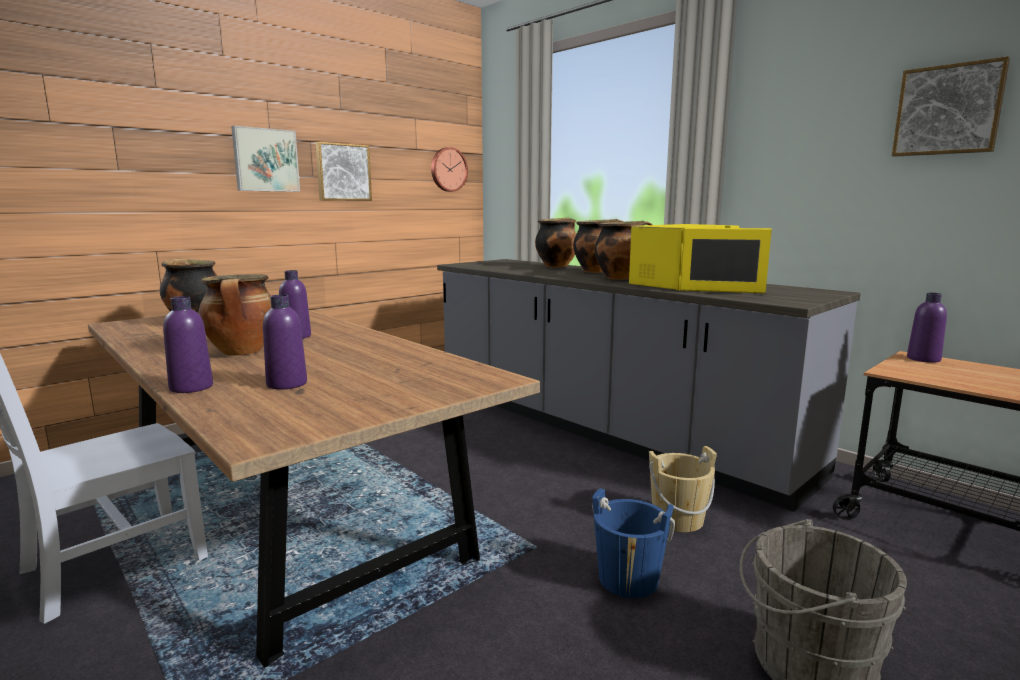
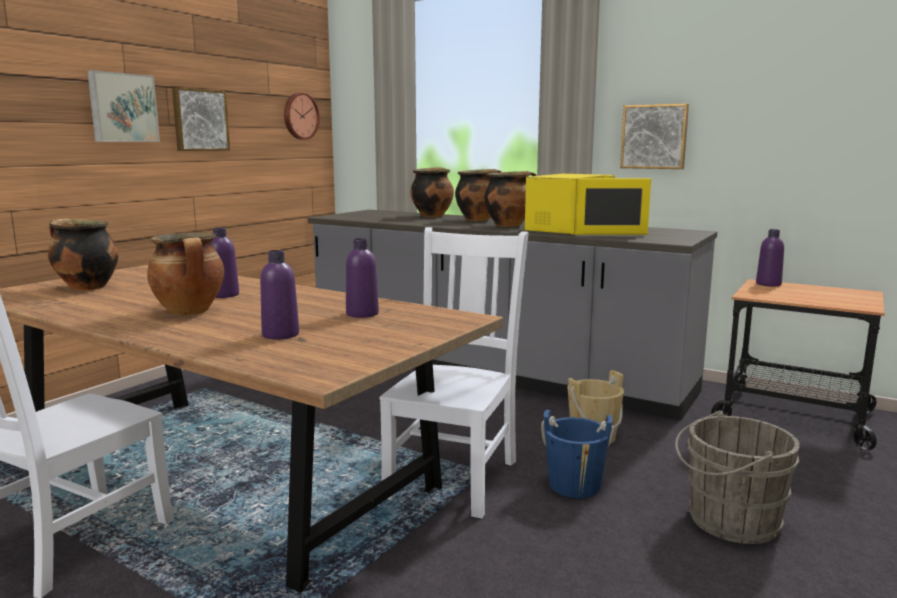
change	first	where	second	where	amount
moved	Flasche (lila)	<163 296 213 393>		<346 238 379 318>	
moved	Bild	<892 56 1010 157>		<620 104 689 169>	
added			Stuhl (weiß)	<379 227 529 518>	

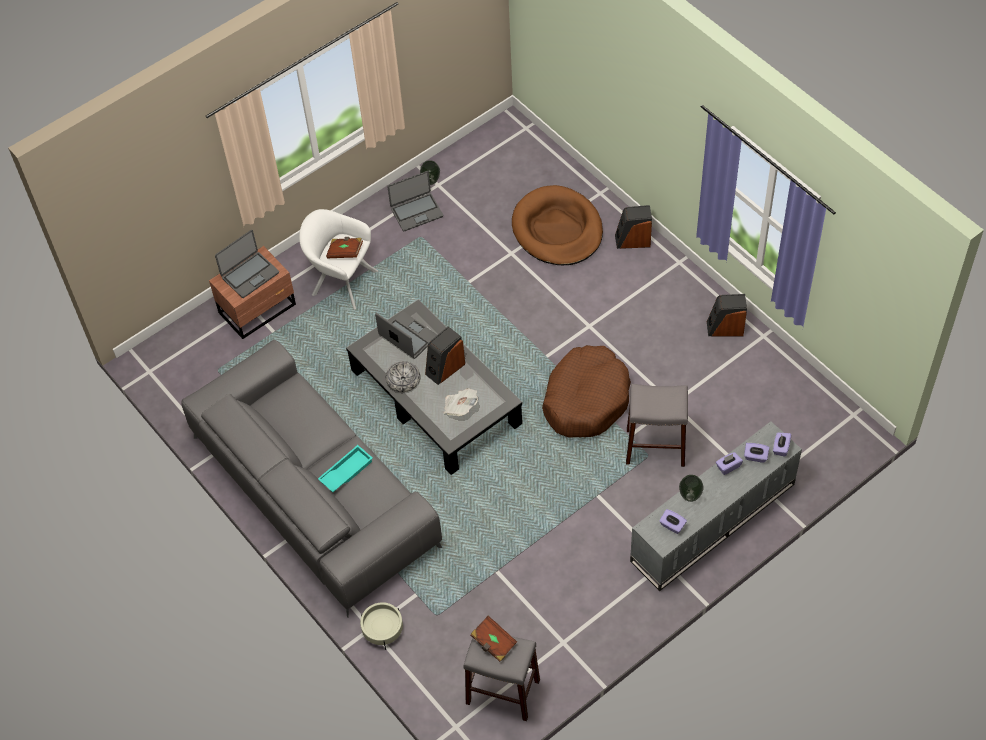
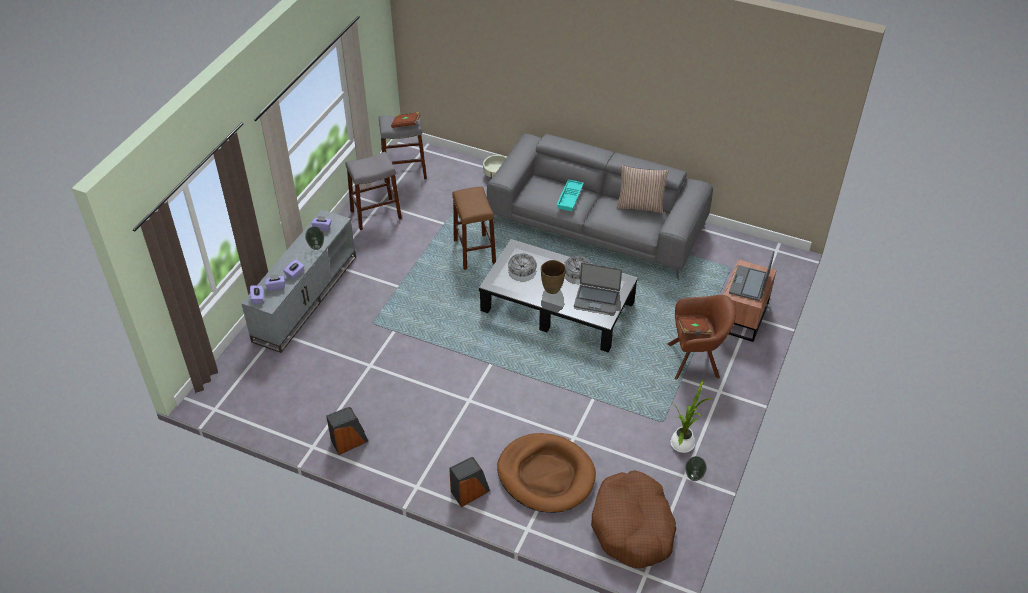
change	first	where	second	where	amount
recoloured	Sessel (weiß)	<299 209 378 309>	Sessel (braun)	<668 295 736 380>	
replaced	Laptop	<387 171 443 231>	Topfpflanze	<671 380 713 453>	
replaced	Lautsprecher	<425 326 465 385>	Vase (braun)	<541 260 566 294>	
replaced	Zeitung	<444 388 478 416>	Schüssel	<508 253 537 277>	
moved	Hundebett (braun)	<542 345 631 438>		<591 470 676 569>	
moved	Hocker (grau)	<626 384 688 467>		<345 152 402 230>	
added			Hocker (braun)	<452 186 496 270>	
added			Kissen	<616 165 669 214>	

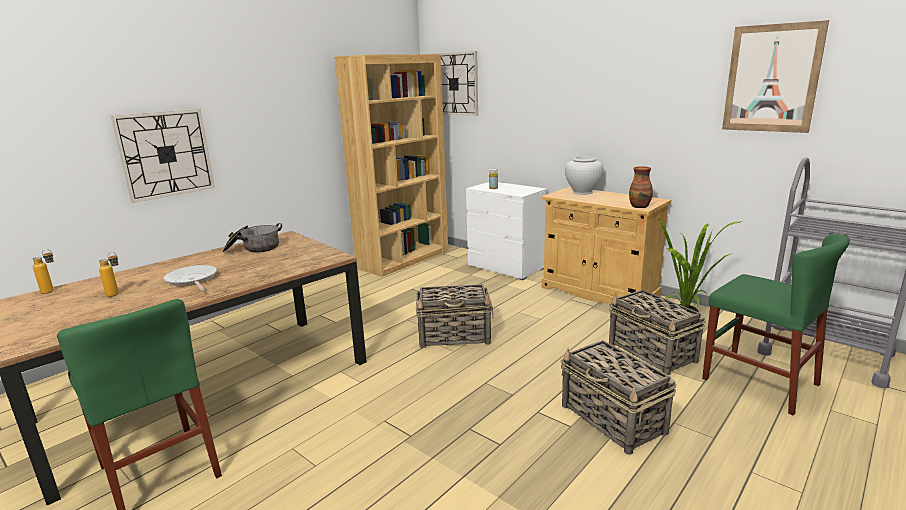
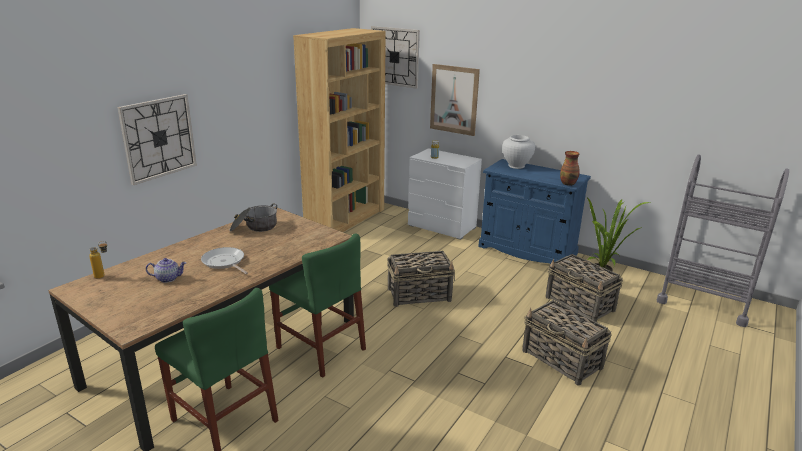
change	first	where	second	where	amount
replaced	Flasche	<99 252 119 297>	Teekanne	<146 258 186 283>	
recoloured	Schrank (beige)	<541 187 671 304>	Schrank (blau)	<478 159 591 264>	
moved	Stuhl (grün)	<702 234 850 415>		<269 233 366 378>	
moved	Bild	<722 20 829 133>		<430 64 480 136>	

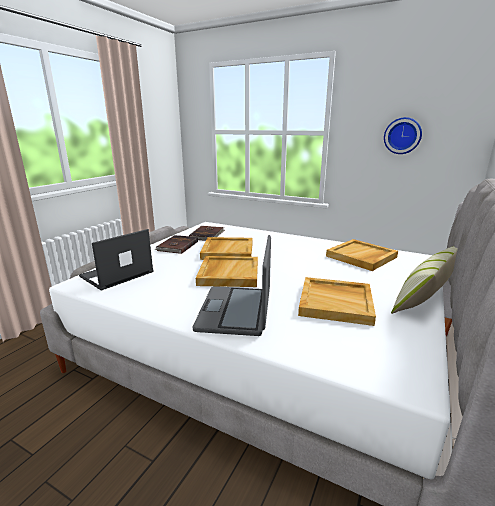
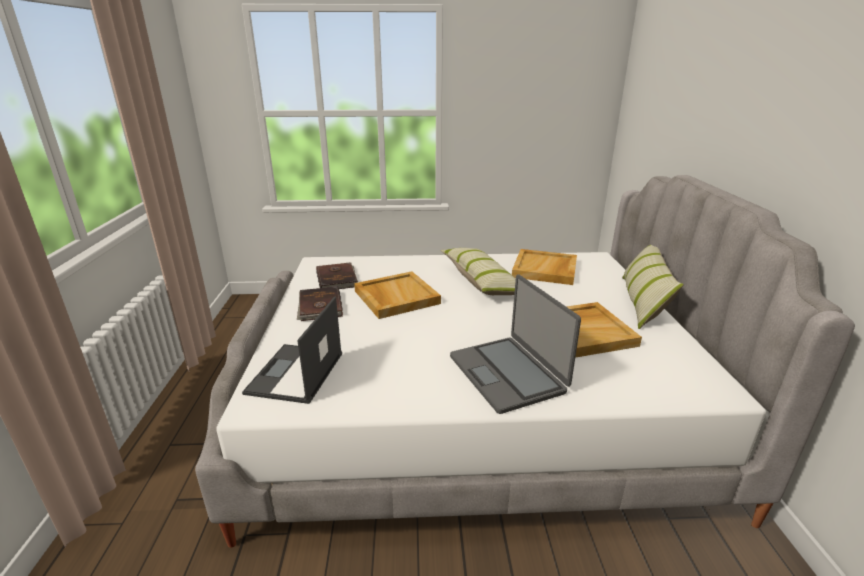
change	first	where	second	where	amount
removed	Tablett (beige)	<196 256 258 287>			
removed	Wanduhr	<384 117 422 154>			
added			Kissen	<441 248 516 295>	

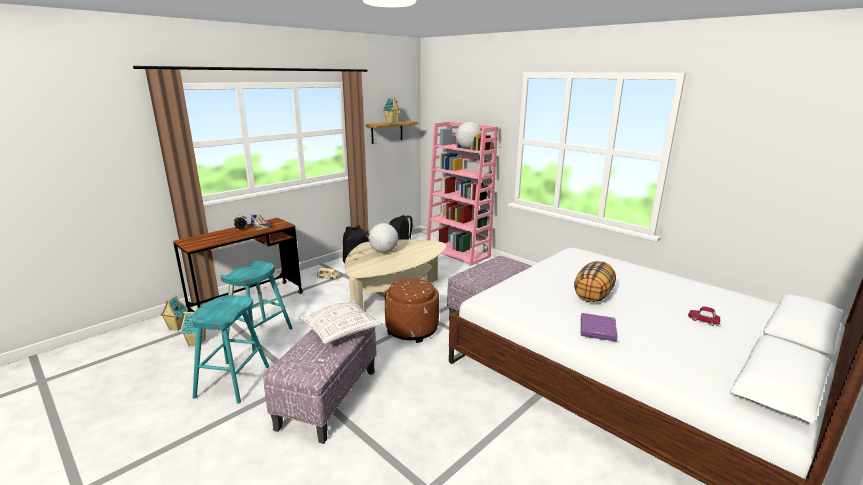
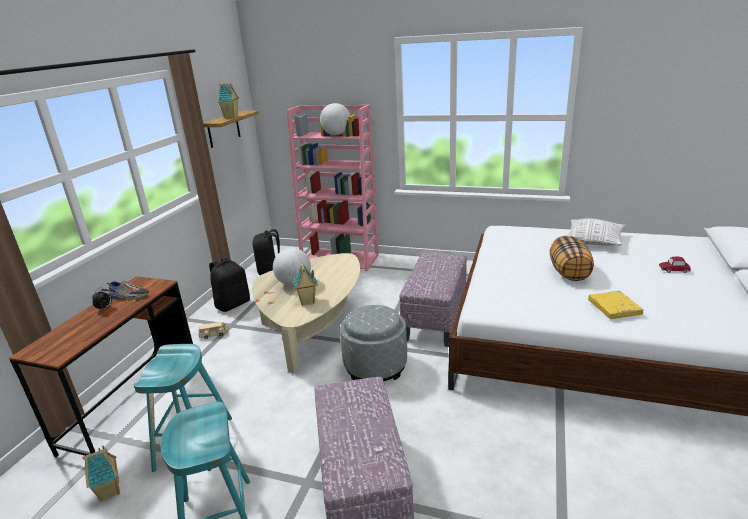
change	first	where	second	where	amount
moved	Spielzeughaus	<160 295 188 331>		<293 263 318 305>	
moved	Kissen	<299 300 383 344>		<567 218 626 245>	
recoloured	Polsterhocker (braun)	<385 278 439 343>	Polsterhocker (grau)	<340 305 407 381>	
recoloured	Buch (lila)	<581 313 618 342>	Buch (gelb)	<588 291 643 319>	

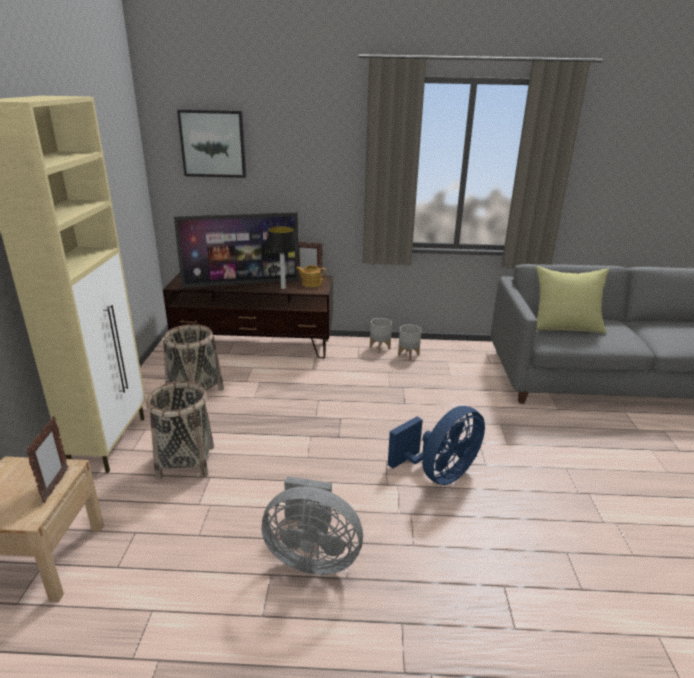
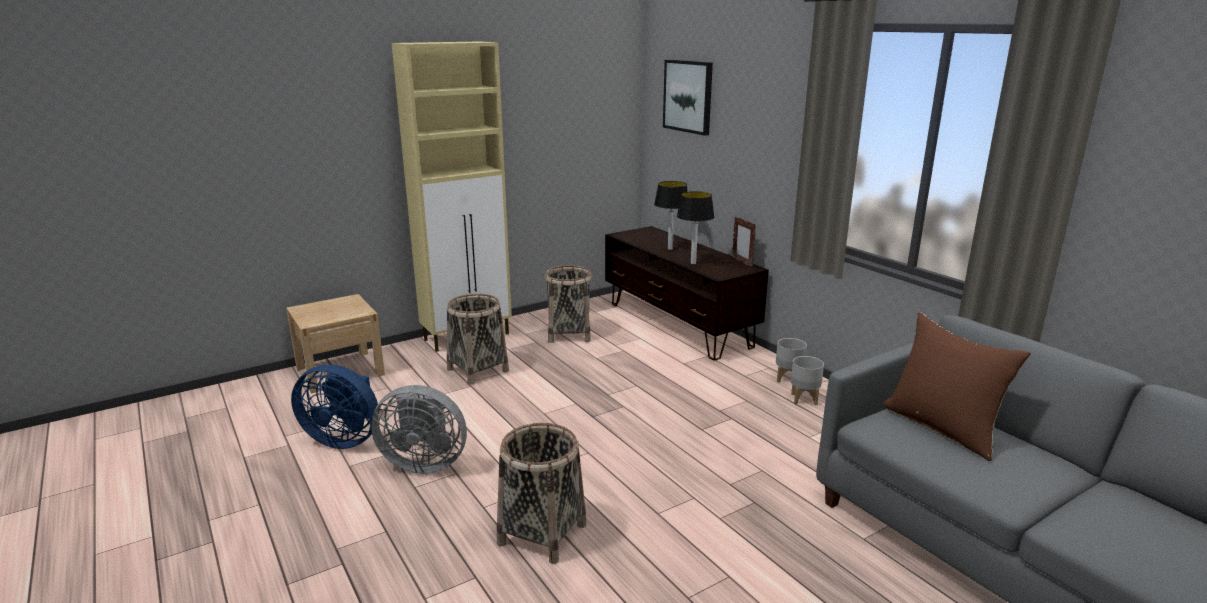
change	first	where	second	where	amount
removed	Bilderrahmen	<26 416 68 503>			
replaced	Fernseher	<174 212 299 288>	Tischlampe	<654 181 688 250>	
turned	Ventilator (grau)	<262 476 363 575>		<371 385 467 474>	60 degrees counterclockwise
removed	Teekanne	<296 265 326 287>			
moved	Ventilator (blau)	<388 406 485 485>		<291 364 378 449>	
recoloured	Kissen (gelb)	<536 266 609 333>	Kissen (braun)	<883 312 1031 461>	
added			Korb	<497 423 586 564>	

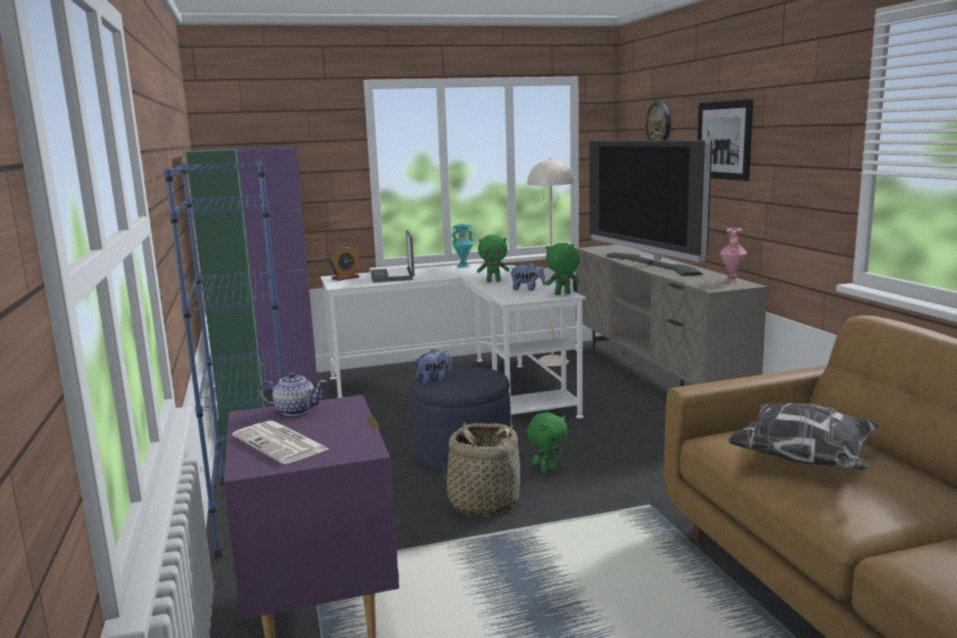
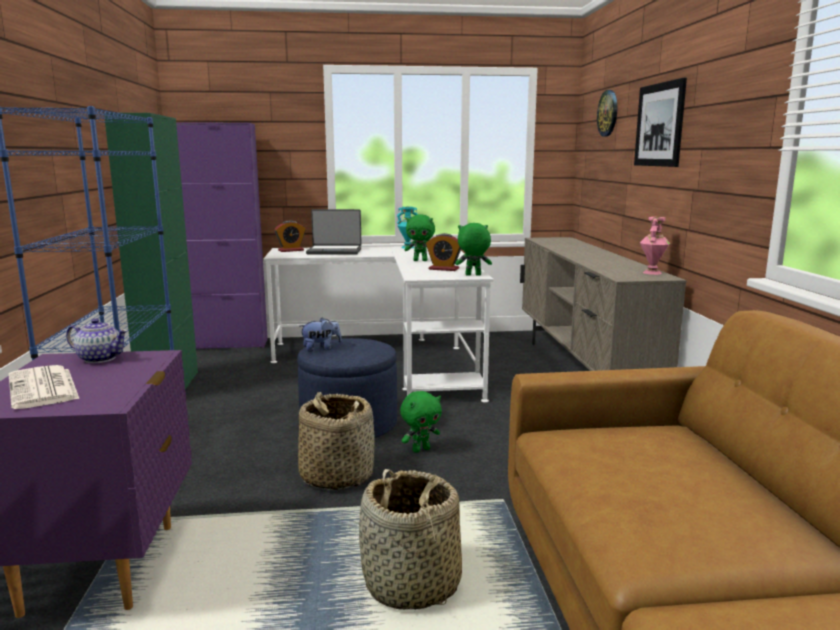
change	first	where	second	where	amount
turned	Laptop	<370 230 415 282>		<306 209 362 255>	90 degrees counterclockwise
replaced	Plüschtier	<509 262 545 291>	Wecker	<426 233 461 271>	
removed	Stehlampe (beige)	<527 158 574 366>			
removed	Fernseher	<589 140 712 276>			
removed	Kissen	<727 403 880 471>			
added			Korb	<359 469 462 610>	

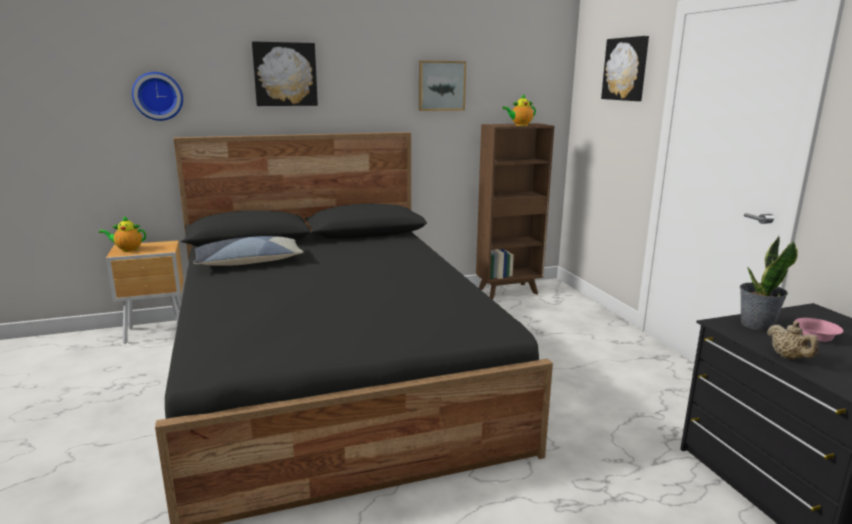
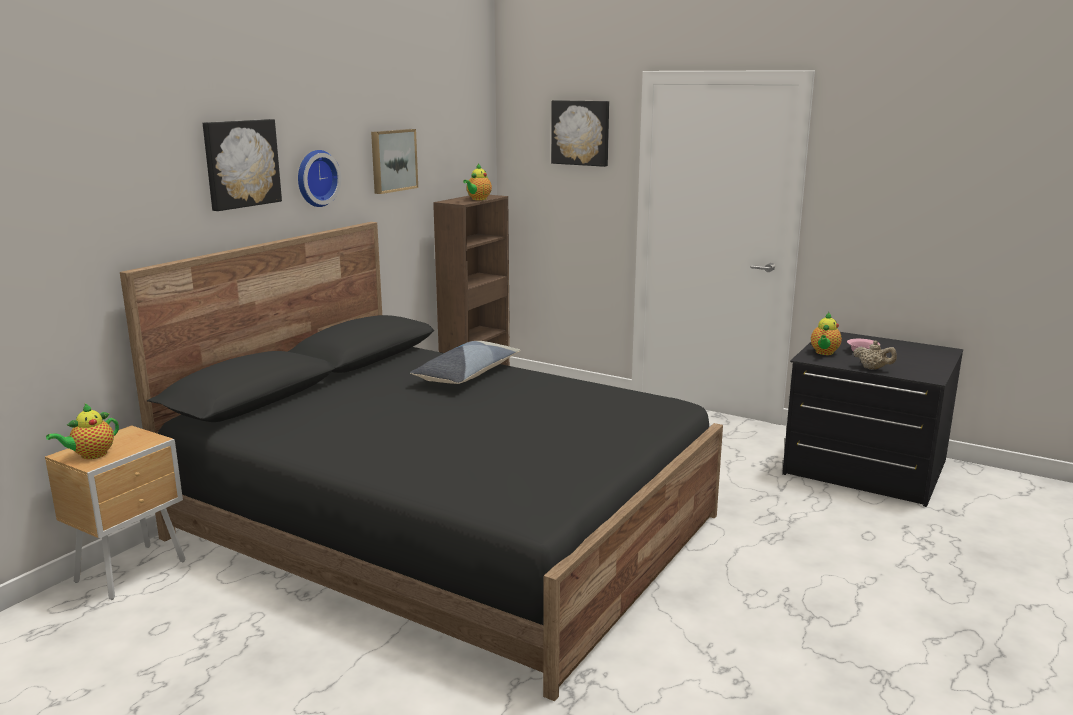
change	first	where	second	where	amount
moved	Wanduhr	<132 72 183 121>		<298 150 341 207>	
moved	Kissen	<194 236 304 266>		<410 341 520 384>	
replaced	Topfpflanze	<740 236 798 331>	Teekanne	<811 312 842 355>	

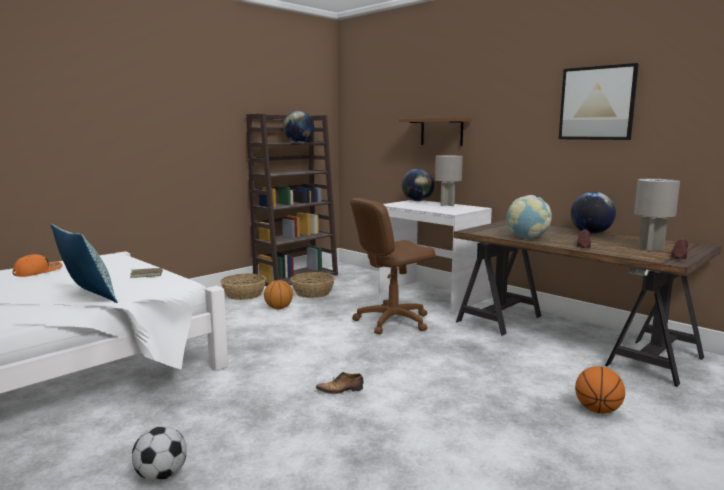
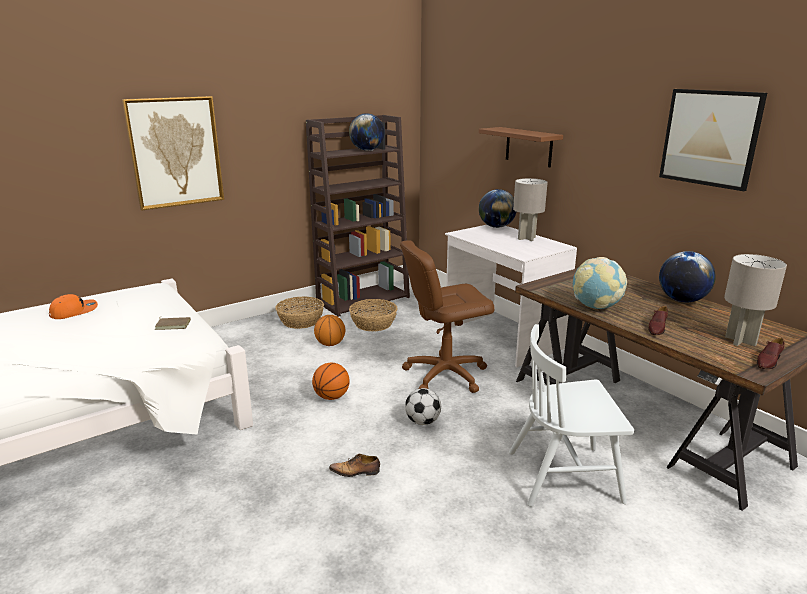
change	first	where	second	where	amount
removed	Kissen	<51 224 118 303>			
moved	Fußball	<132 426 187 481>		<405 388 441 425>	
moved	Basketball	<575 366 625 414>		<312 363 350 400>	
added			Bild	<122 96 224 210>	
added			Stuhl (weiß)	<509 324 634 507>	

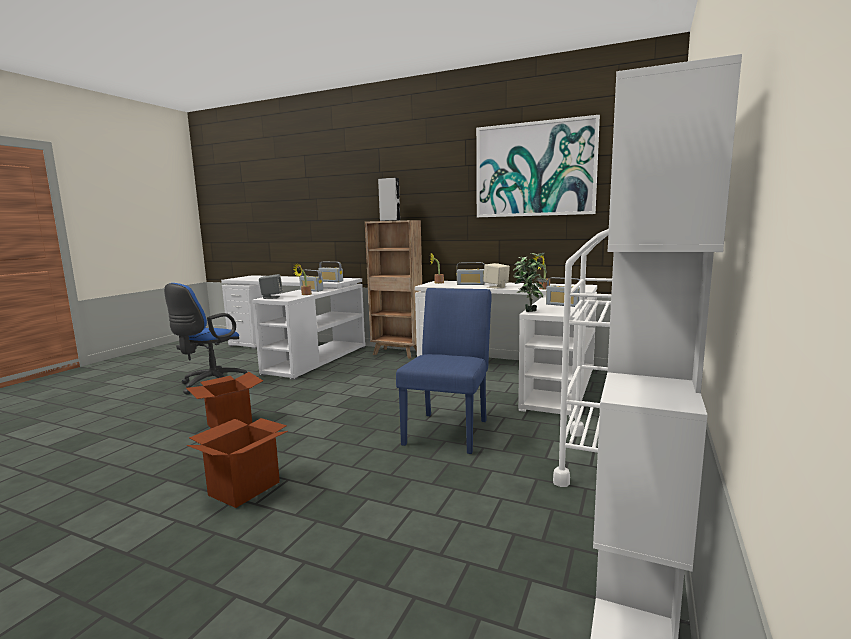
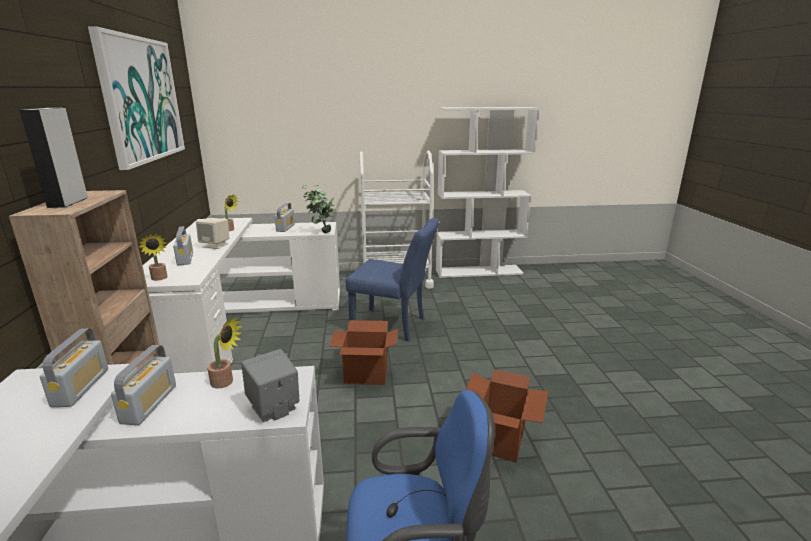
change	first	where	second	where	amount
moved	Karton	<187 418 288 508>		<329 320 398 385>	
turned	Stuhl (blau)	<396 288 492 454>		<346 218 439 341>	150 degrees counterclockwise

